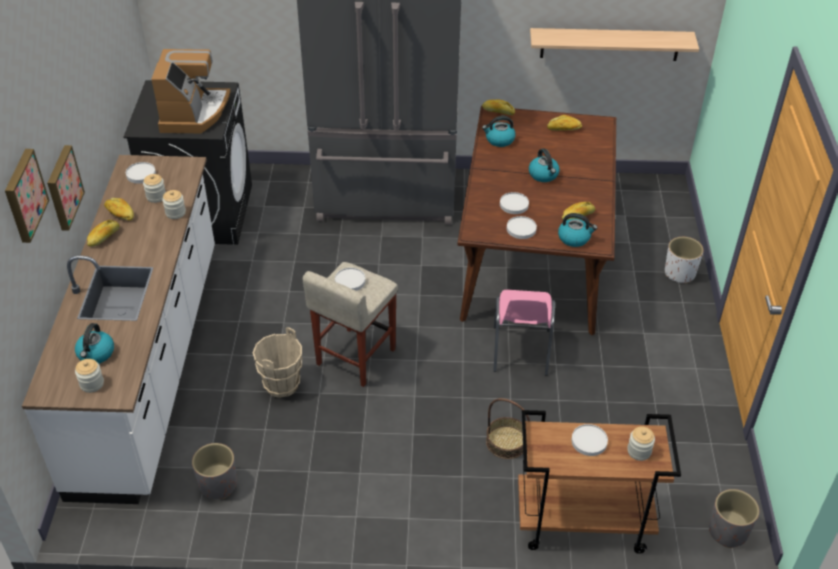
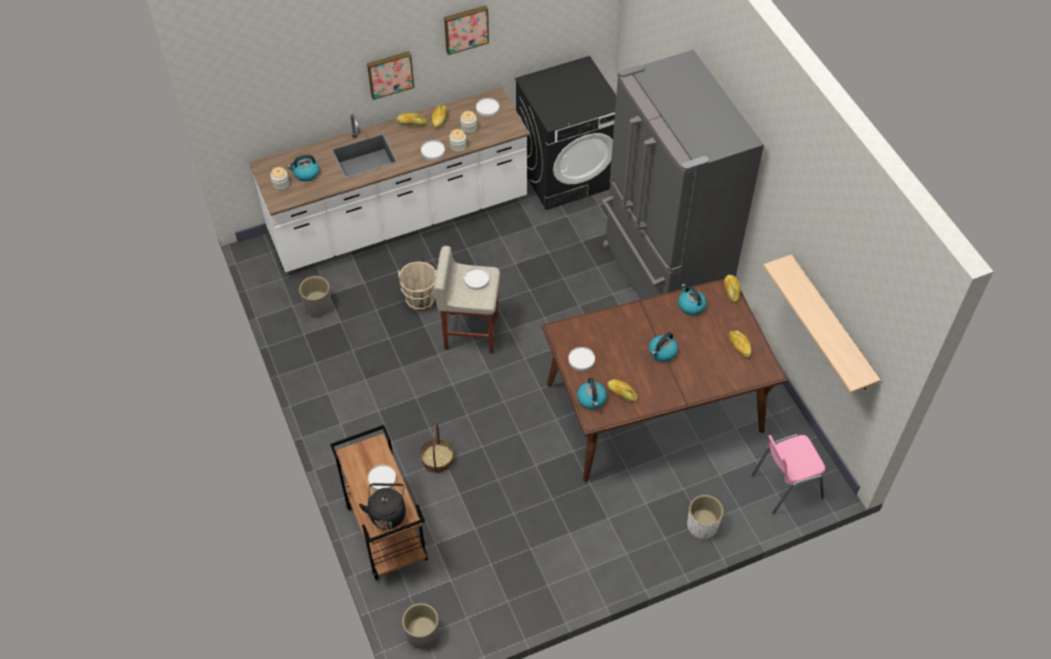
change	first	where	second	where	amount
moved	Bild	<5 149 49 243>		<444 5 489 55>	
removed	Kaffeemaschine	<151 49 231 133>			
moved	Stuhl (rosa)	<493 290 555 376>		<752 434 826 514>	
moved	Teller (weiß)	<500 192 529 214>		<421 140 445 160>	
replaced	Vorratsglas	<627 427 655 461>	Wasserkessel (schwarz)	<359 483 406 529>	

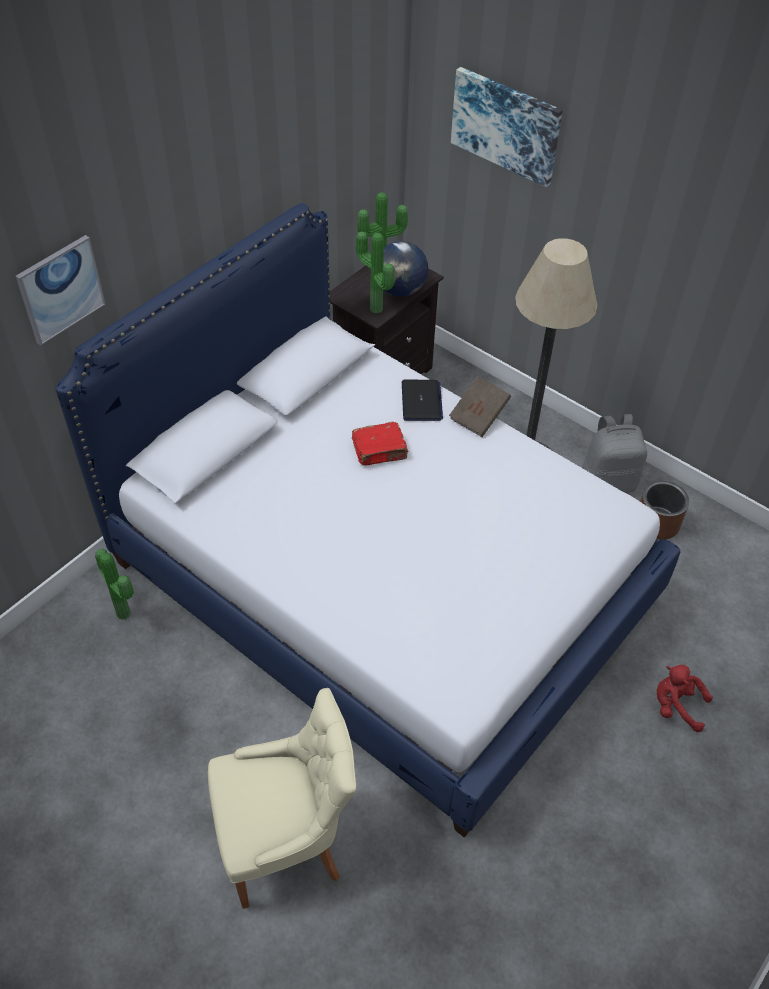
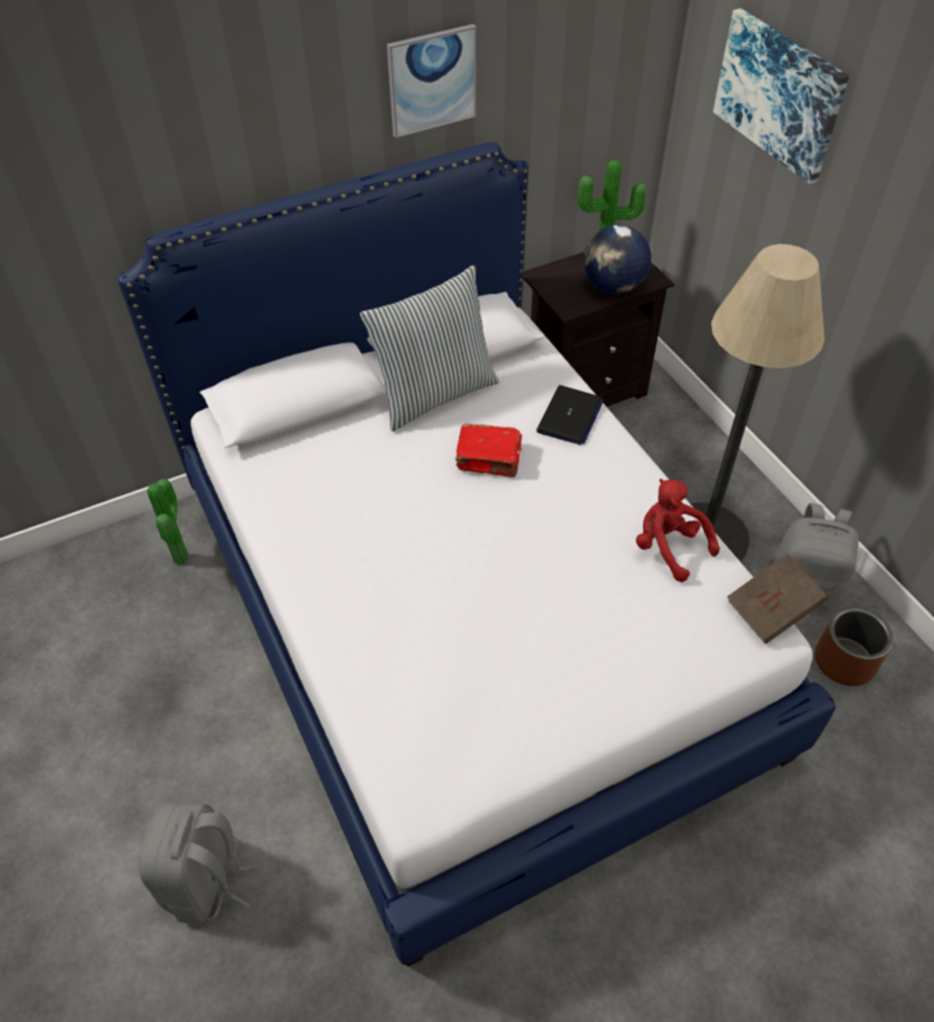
change	first	where	second	where	amount
moved	Bild	<16 235 105 346>		<387 24 476 138>	
replaced	Stuhl (beige)	<208 688 356 909>	Rucksack (grau)	<138 802 262 924>	
removed	Topfpflanze	<356 231 394 313>			
moved	Buch (braun)	<449 376 511 437>		<727 554 828 644>	
moved	Plüschtier (rot)	<657 665 713 732>		<636 479 720 582>	
added			Kissen	<360 265 499 432>	

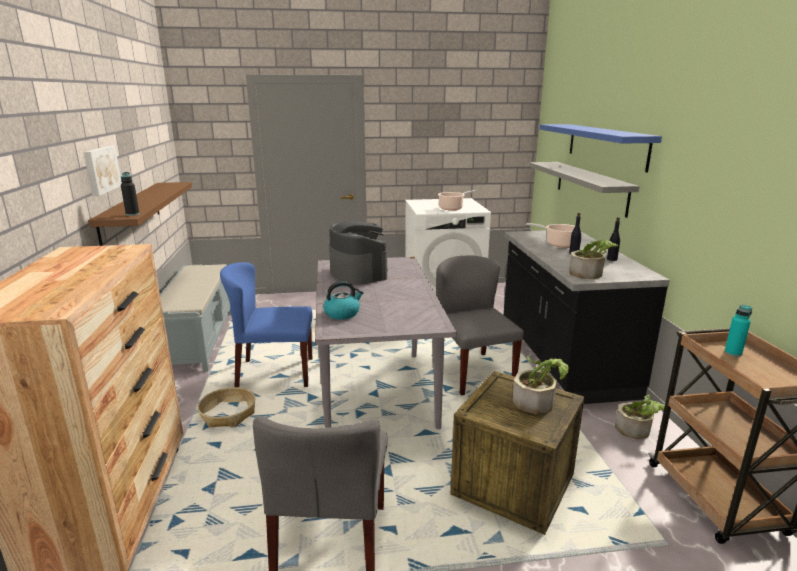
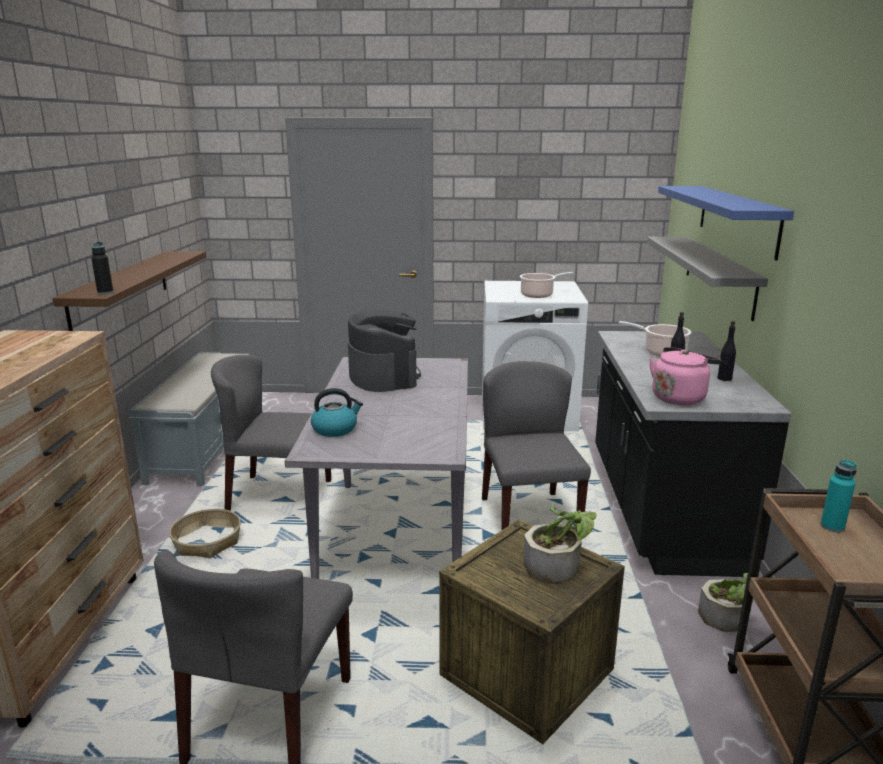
change	first	where	second	where	amount
removed	Bild	<84 146 122 196>			
recoloured	Stuhl (blau)	<220 262 313 387>	Stuhl (grau)	<211 355 331 511>	
replaced	Topfpflanze	<569 240 618 279>	Wasserkessel (rosa)	<649 347 721 405>	

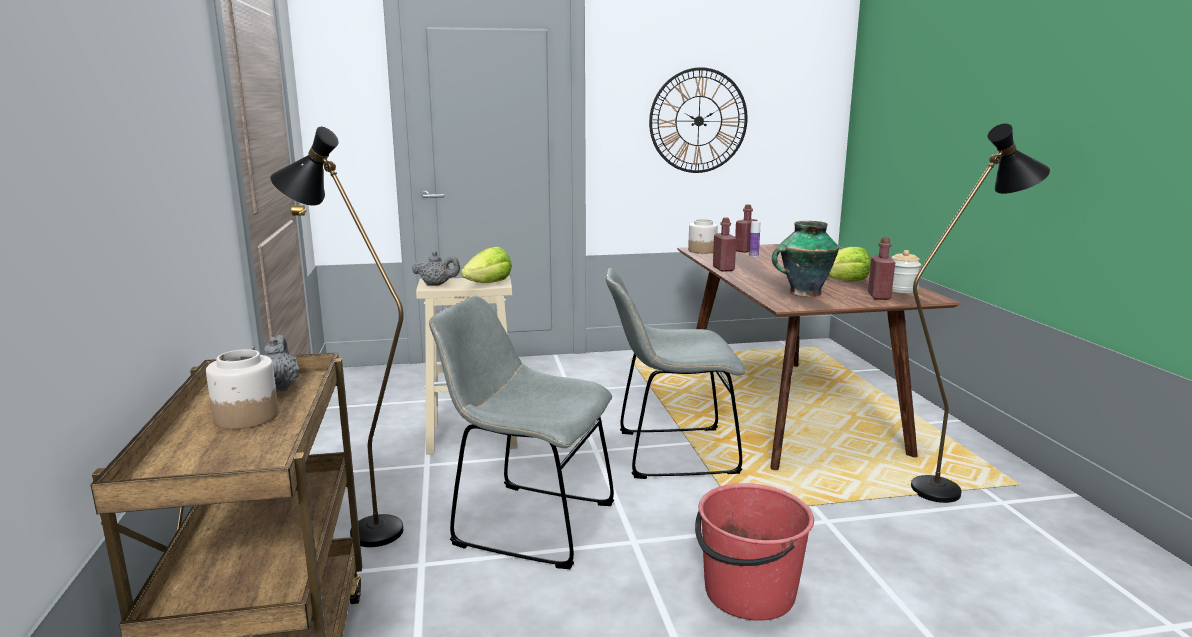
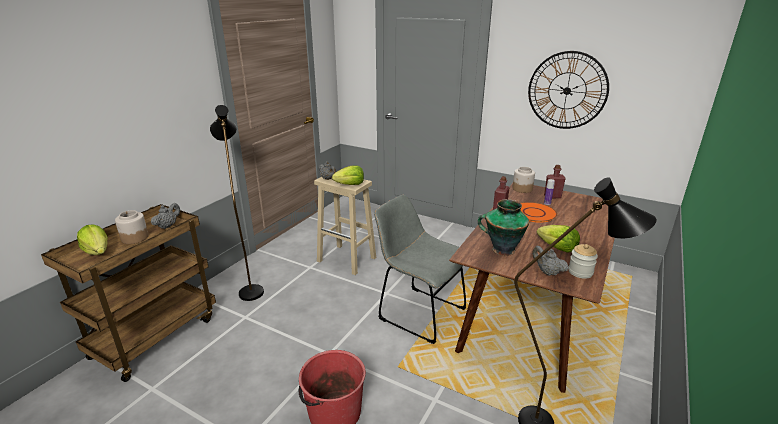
change	first	where	second	where	amount
removed	Stuhl (grau)	<429 296 614 569>			
replaced	Flasche (rot)	<868 237 895 300>	Teekanne (grau)	<532 246 569 276>	
added			Salatkopf	<77 224 108 255>	
added			Teller (orange)	<521 202 557 223>	

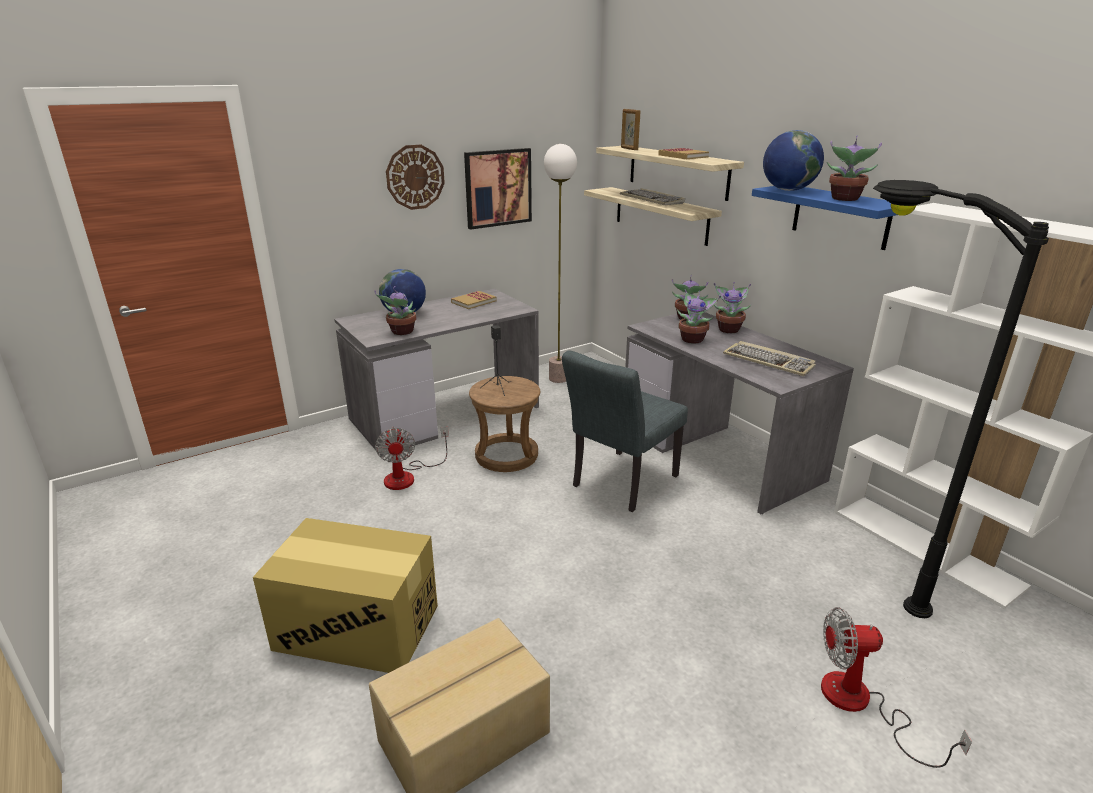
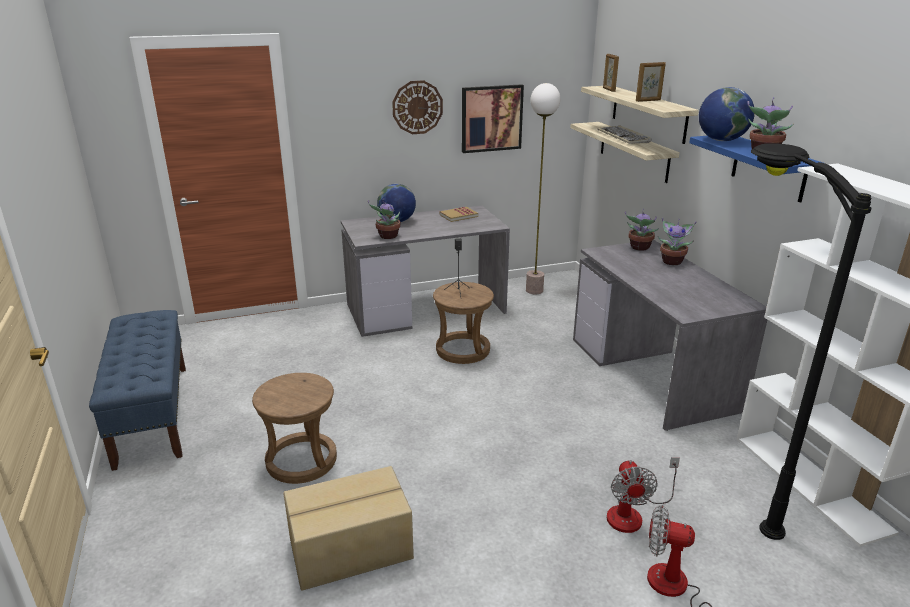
change	first	where	second	where	amount
replaced	Karton	<253 518 438 673>	Hocker (braun)	<252 373 337 484>	
moved	Ventilator	<375 427 449 490>		<607 457 680 533>	
removed	Stuhl (grau)	<562 350 688 512>			
replaced	Buch	<658 148 709 159>	Bilderrahmen	<636 62 666 102>	
removed	Topfpflanze	<677 289 721 344>			
removed	Tastatur	<723 341 816 376>			
added			Bank (blau)	<89 310 186 471>	

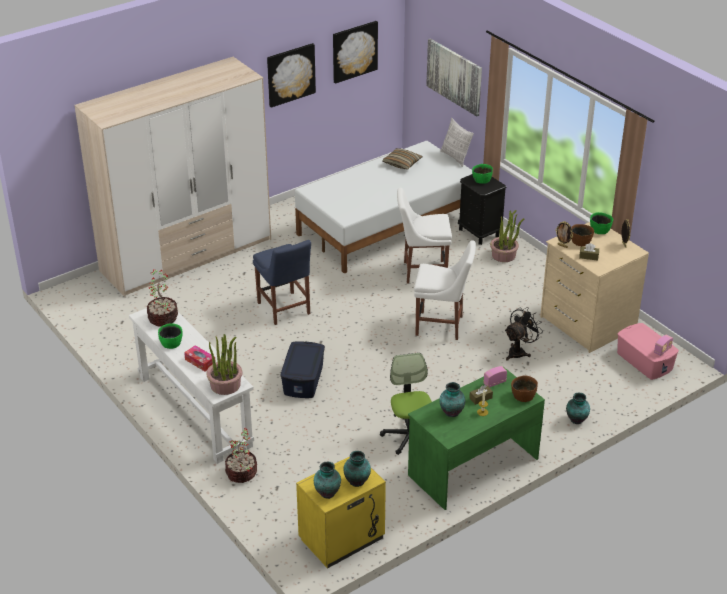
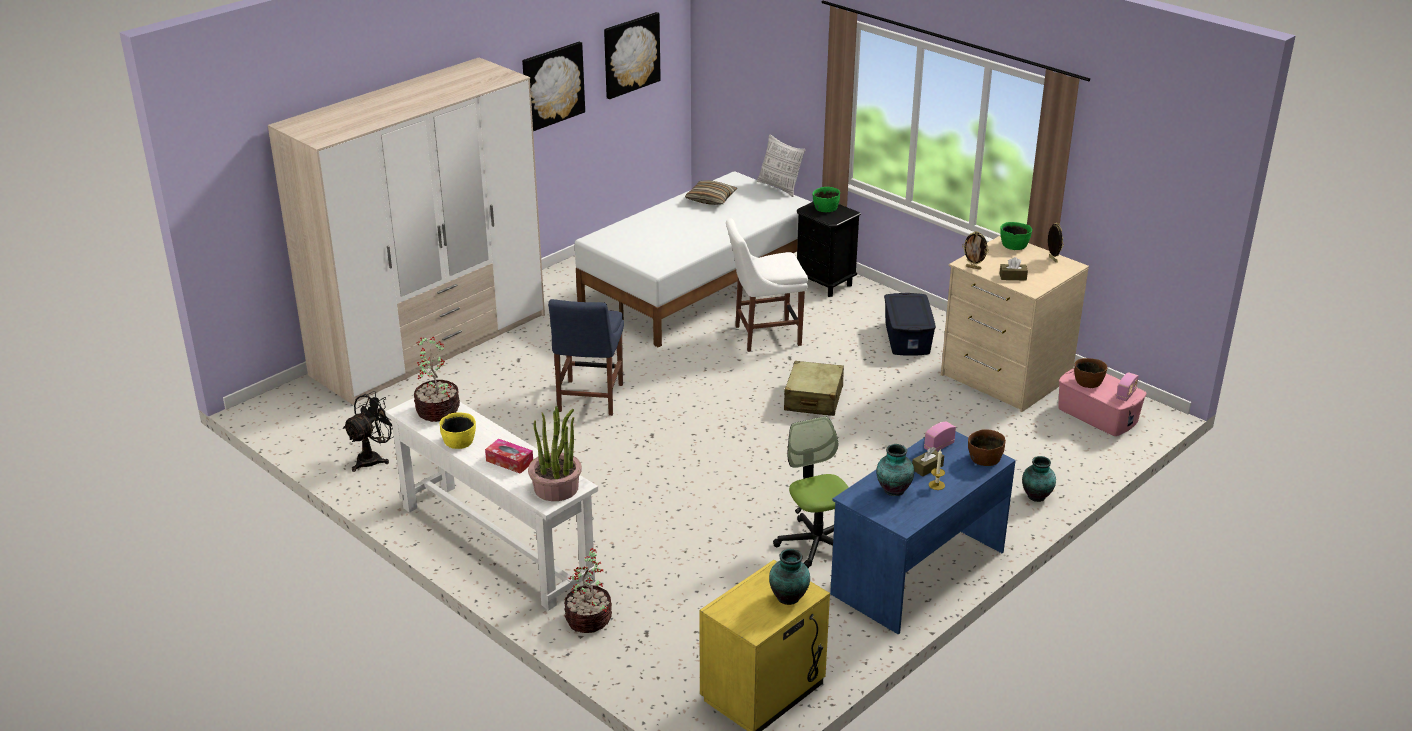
change	first	where	second	where	amount
recoloured	Schüssel (grün)	<158 323 183 349>	Schüssel (gelb)	<440 412 476 449>	
turned	Stuhl (blau)	<253 240 311 325>		<548 299 624 416>	45 degrees clockwise
moved	Aufbewahrungsbox (blau)	<280 341 325 398>		<884 293 936 356>	
removed	Vase	<314 462 341 499>			
recoloured	Schreibtisch (grün)	<408 367 545 510>	Schreibtisch (blau)	<830 431 1016 635>	
replaced	Stuhl (weiß)	<414 240 476 340>	Koffer (beige)	<784 361 844 416>	
removed	Bild	<426 38 482 116>			
removed	Topfpflanze	<490 210 524 262>			
moved	Ventilator (schwarz)	<505 307 542 361>		<343 391 394 472>	
moved	Schüssel (braun)	<571 224 594 246>		<1074 358 1108 388>	

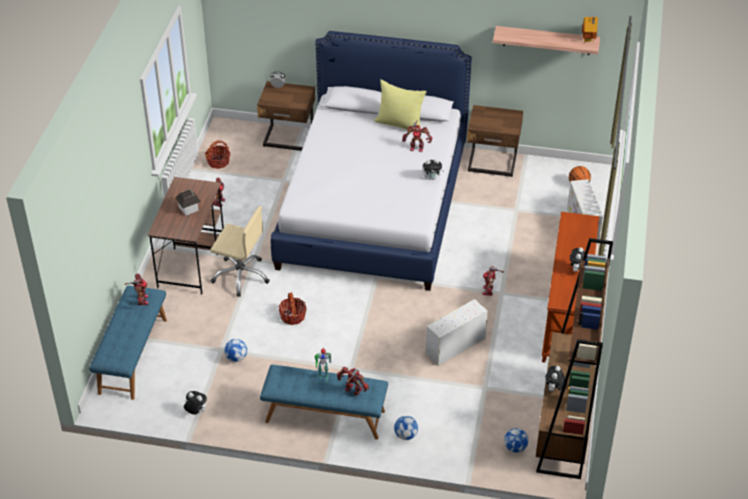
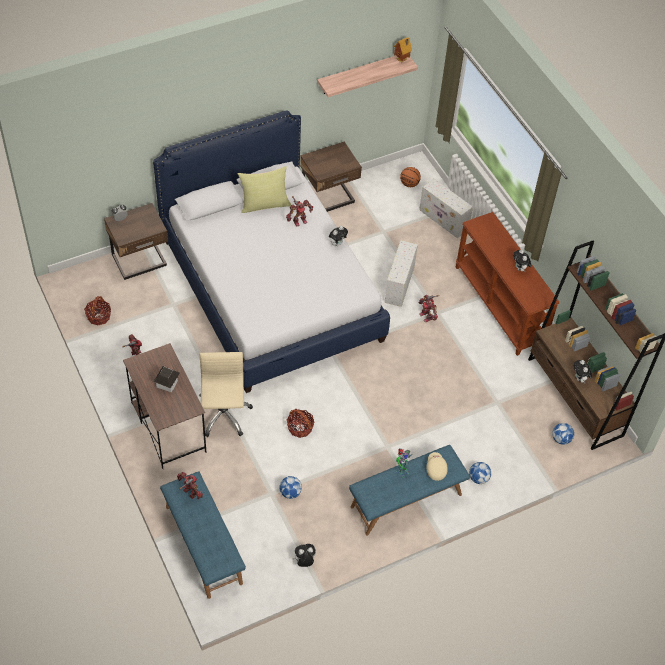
change	first	where	second	where	amount
turned	Bürostuhl (beige)	<210 206 270 297>		<199 352 253 437>	75 degrees counterclockwise
replaced	Spielzeugroboter	<337 366 369 395>	Kappe (beige)	<426 452 448 481>	
moved	Aufbewahrungsbox (weiß)	<426 299 488 366>		<384 240 418 307>	

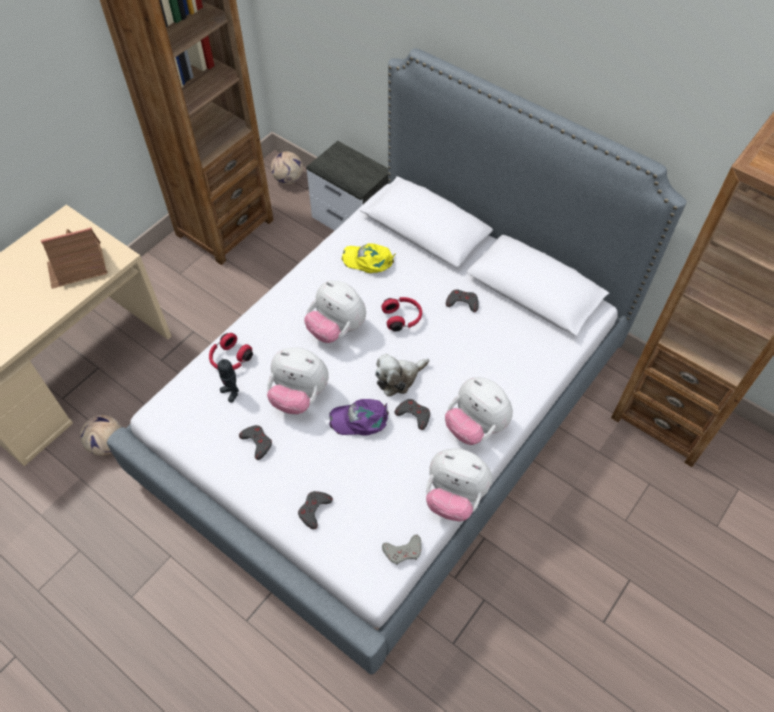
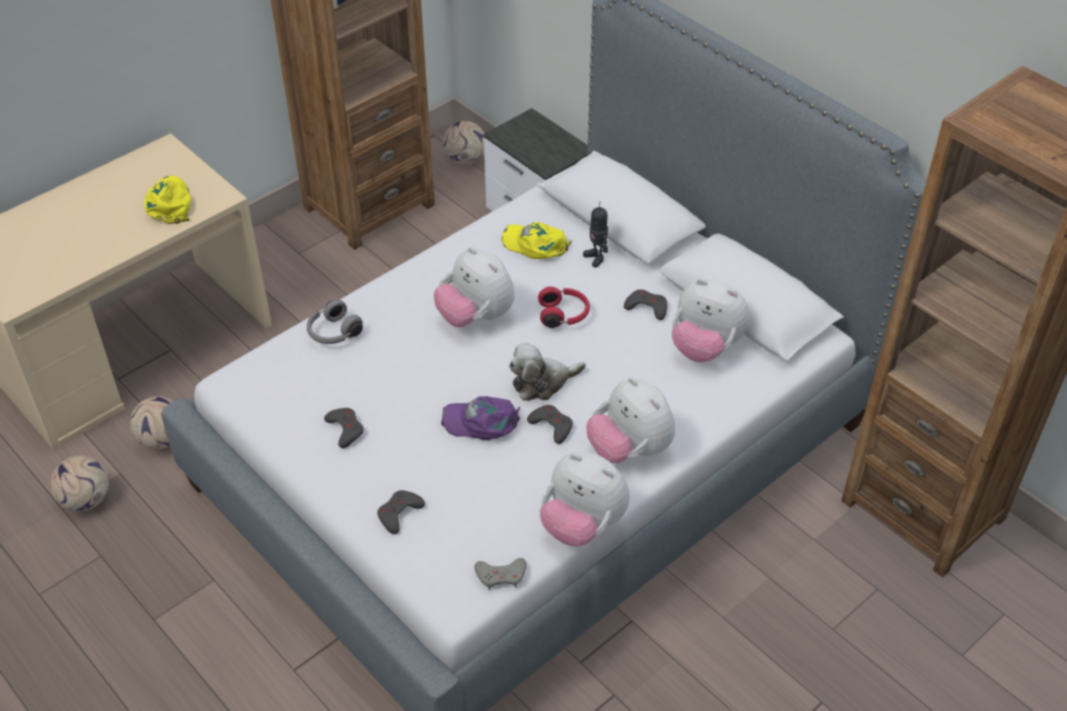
change	first	where	second	where	amount
replaced	Spielzeughaus	<41 227 107 289>	Kappe (gelb)	<144 176 191 224>	
recoloured	Kopfhörer (rot)	<209 333 253 370>	Kopfhörer (grau)	<307 300 363 344>	
moved	Spielzeugroboter	<217 358 239 403>		<583 202 608 267>	
moved	Plüschtier	<267 347 328 414>		<672 279 750 362>	
added			Fußball	<50 456 109 511>	

